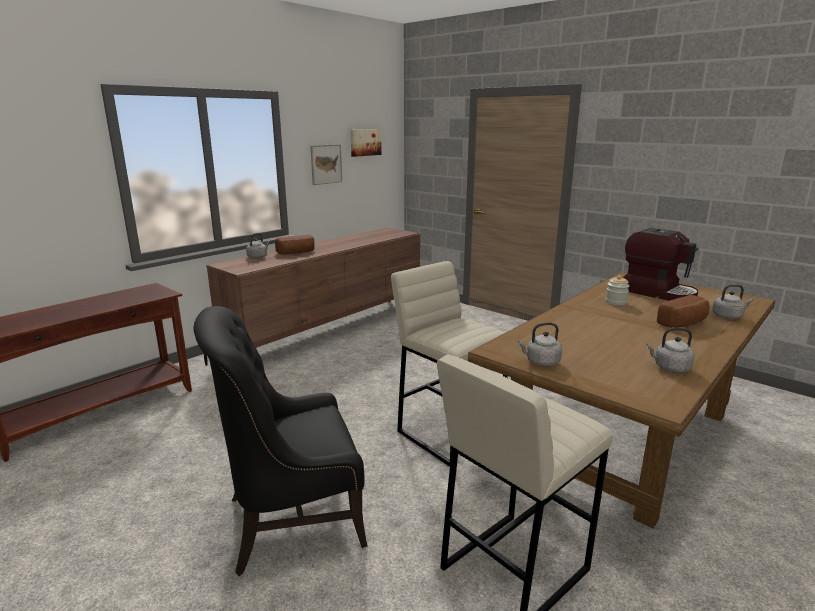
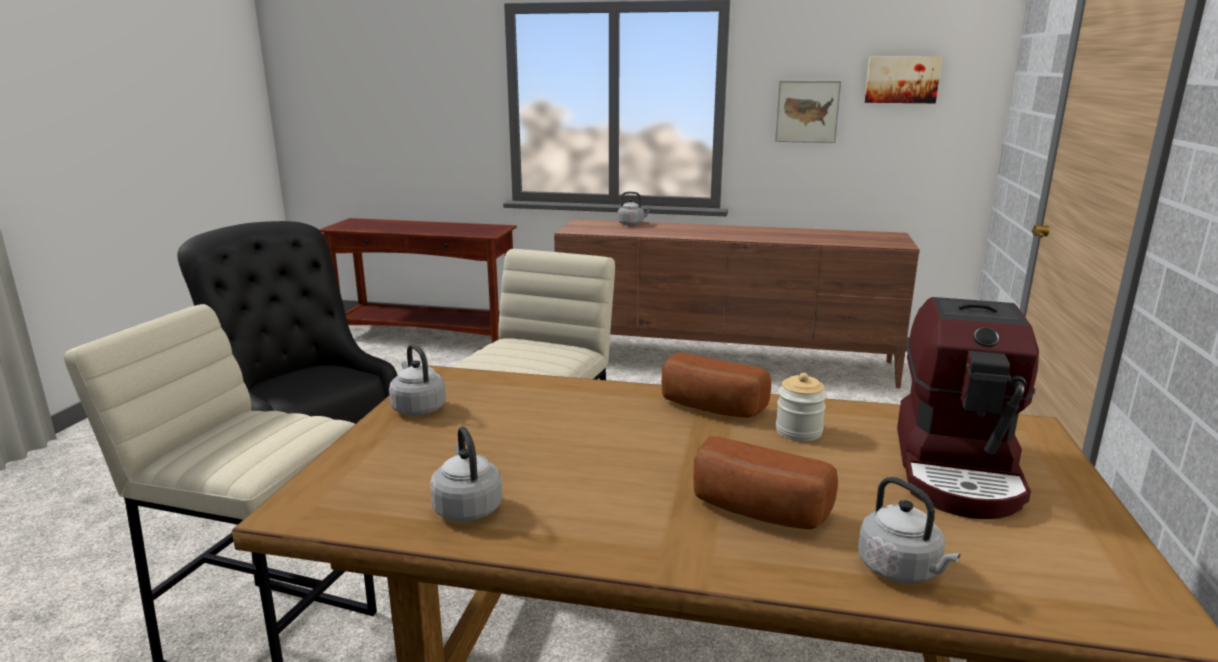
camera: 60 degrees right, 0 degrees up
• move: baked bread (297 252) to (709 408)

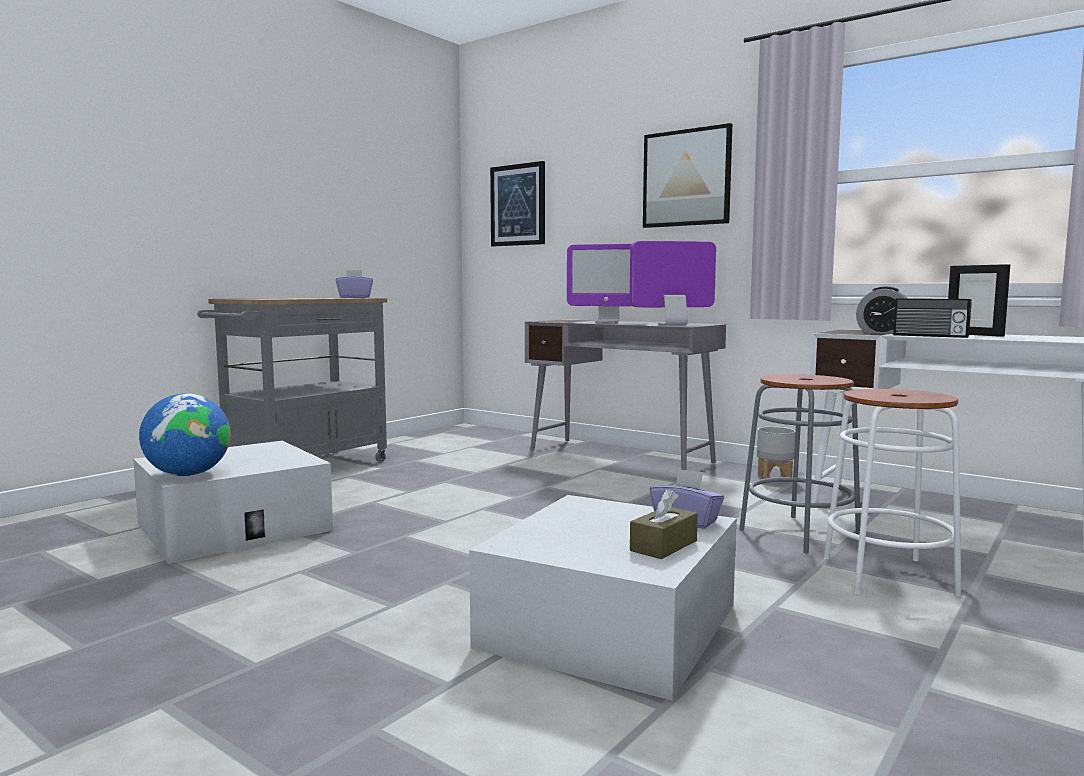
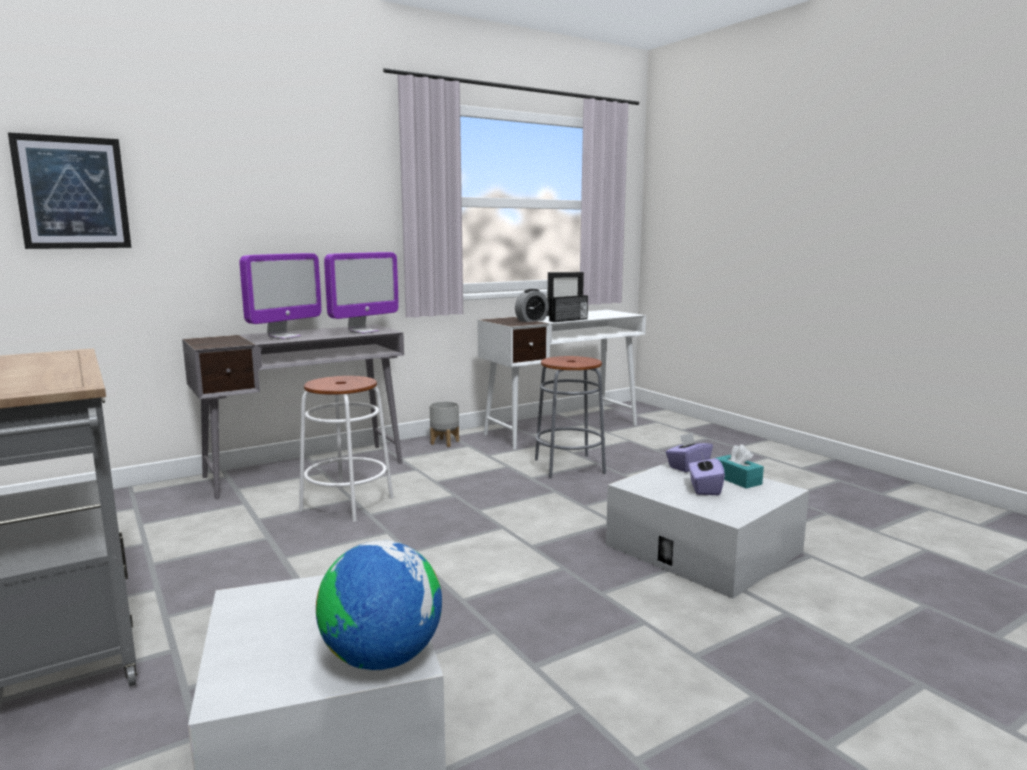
camera: 70 degrees left, 5 degrees up
• delete: wall picture (686 178)
• move: purple-coloured tissue box (355 297) to (704 488)
• move: white stool seat (887 575) to (347 503)
• recolor: brown-coloured tissue box (663 546) to turquoise-coloured tissue box (737 480)
• rotate: computer display (672 324) = (363 331) 150 degrees counterclockwise

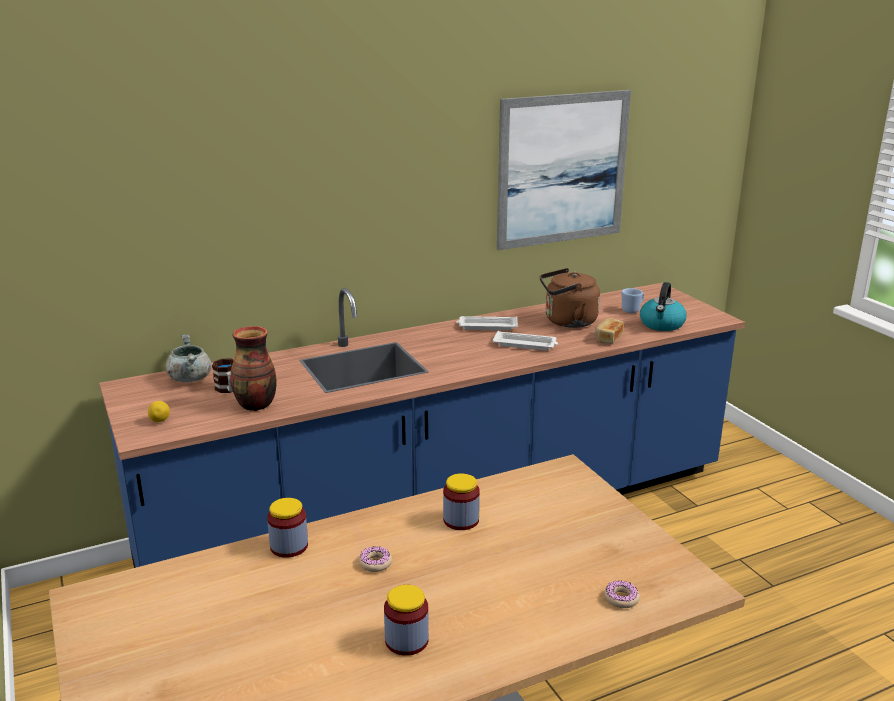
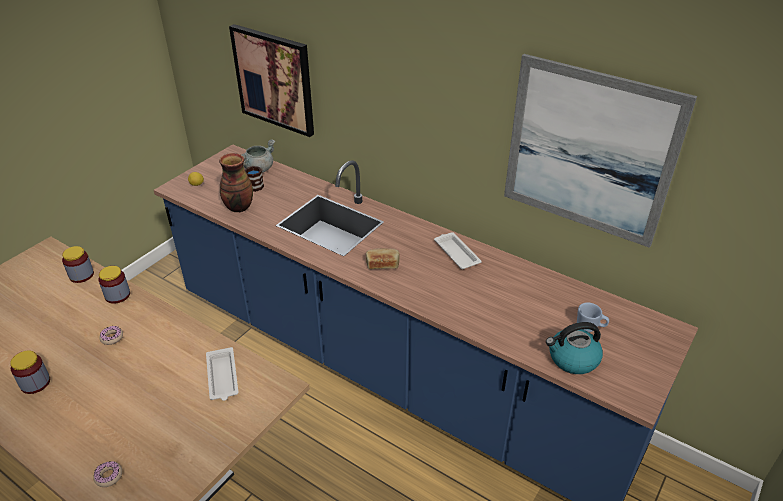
camera: 60 degrees right, 15 degrees up
• delete: brown-coloured kettle (567 321)
• insert: wall picture (274 80)
• move: preserve jar (461 520) to (81 275)
• move: white tray (525 345) to (222 377)
• move: baked bread (607 338) to (382 264)

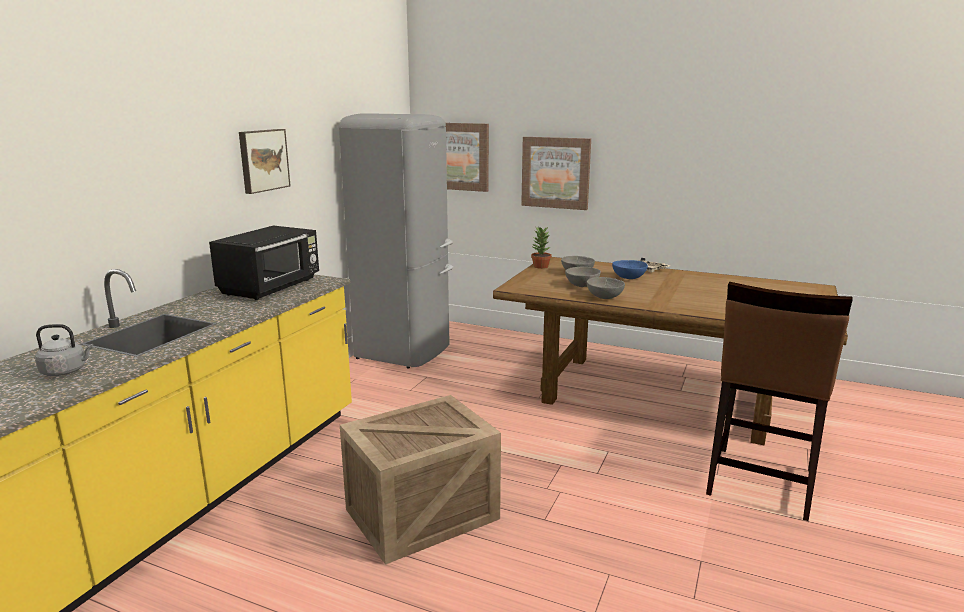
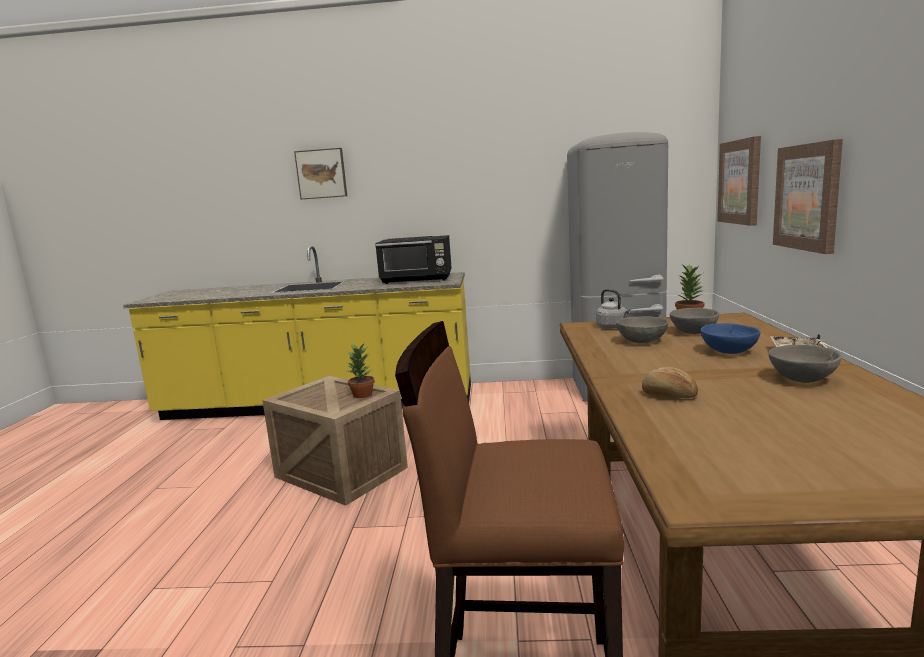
camera: 70 degrees right, 5 degrees down
• insert: houseplant (362 395)
• insert: baked bread (668 395)
• move: greyish kettle (66 371) to (613 327)
• move: wall picture (263 160) to (321 174)
• move: greyish serving bowl (604 297) to (803 379)

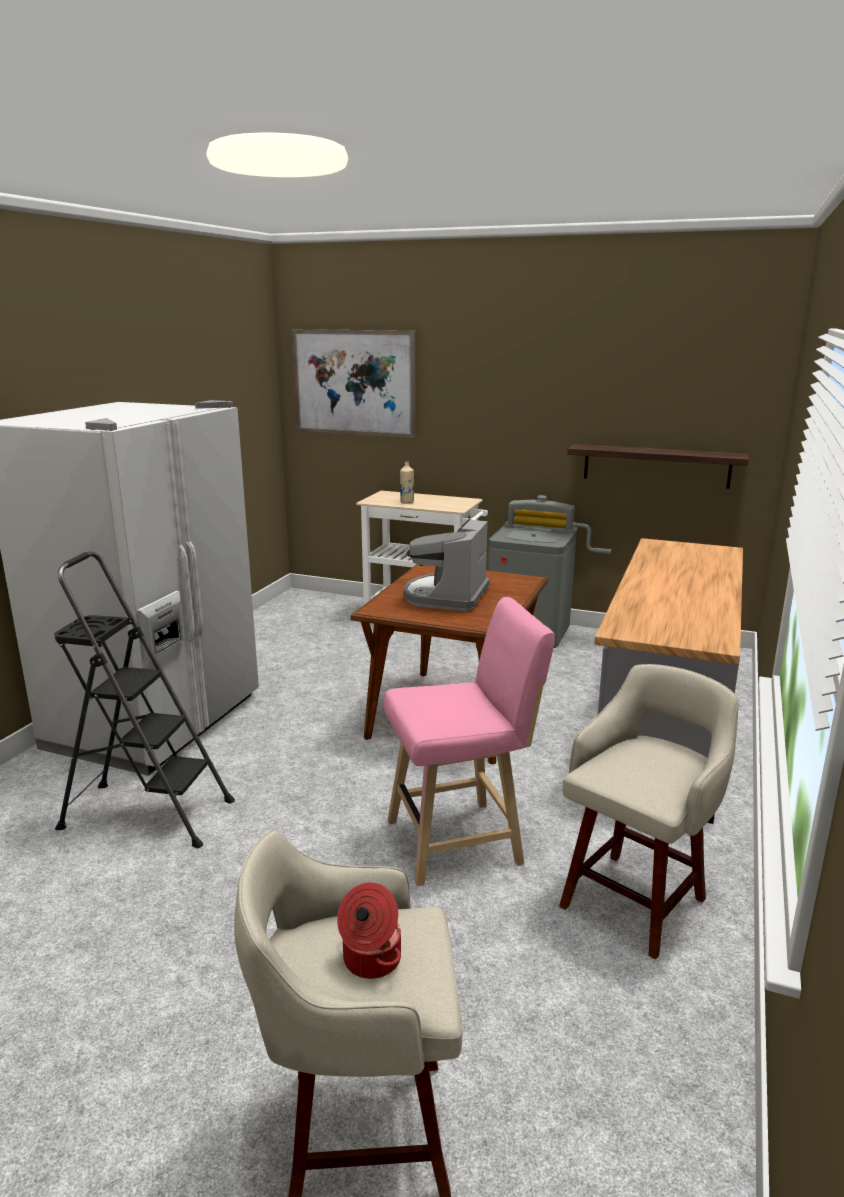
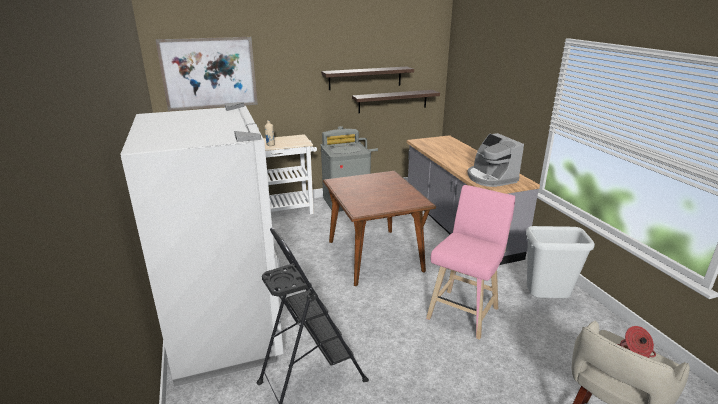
camera: 40 degrees left, 5 degrees up
• insert: bracket shelf (365 78)
• move: coffee machine (446 596) to (490 178)
• replace: sand-coloured stool seat (637 900) to greyish rubbish bin (546 300)

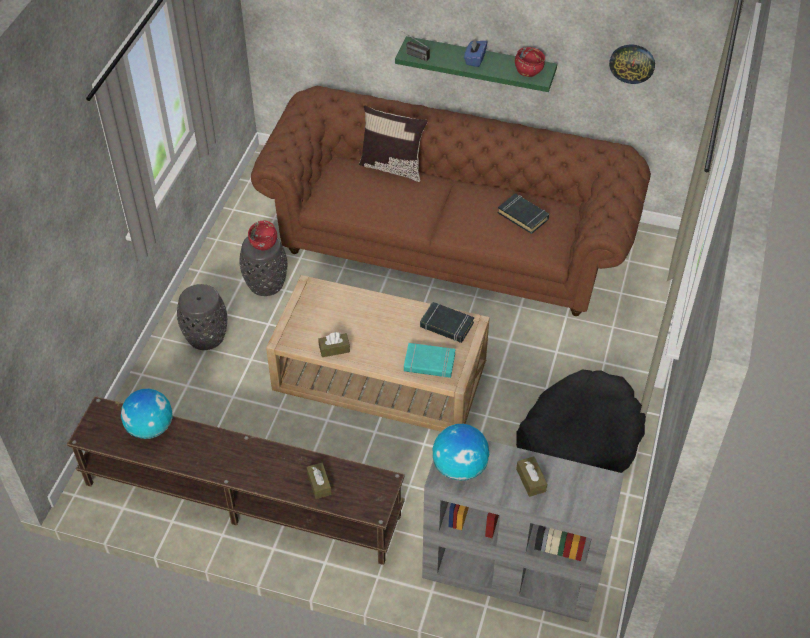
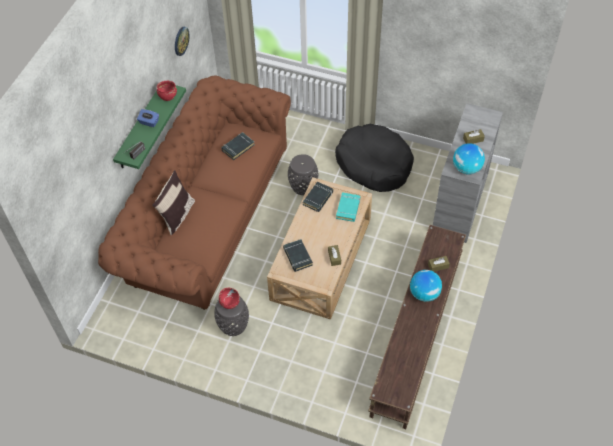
camera: 85 degrees left, 5 degrees up
• insert: black book (297 257)
• move: globe (150 428) to (424 293)
• move: greyish stool seat (206 336) to (303 186)

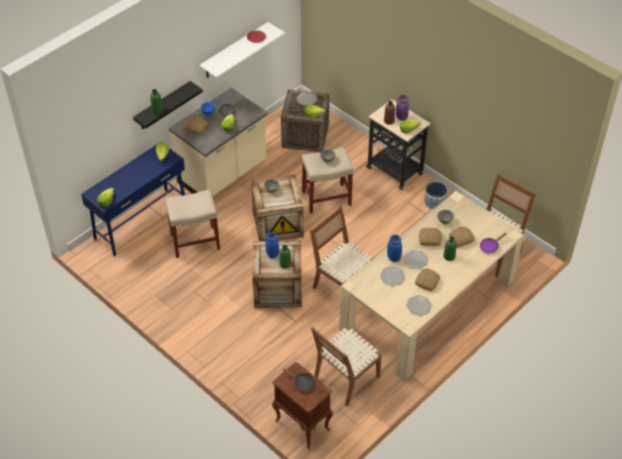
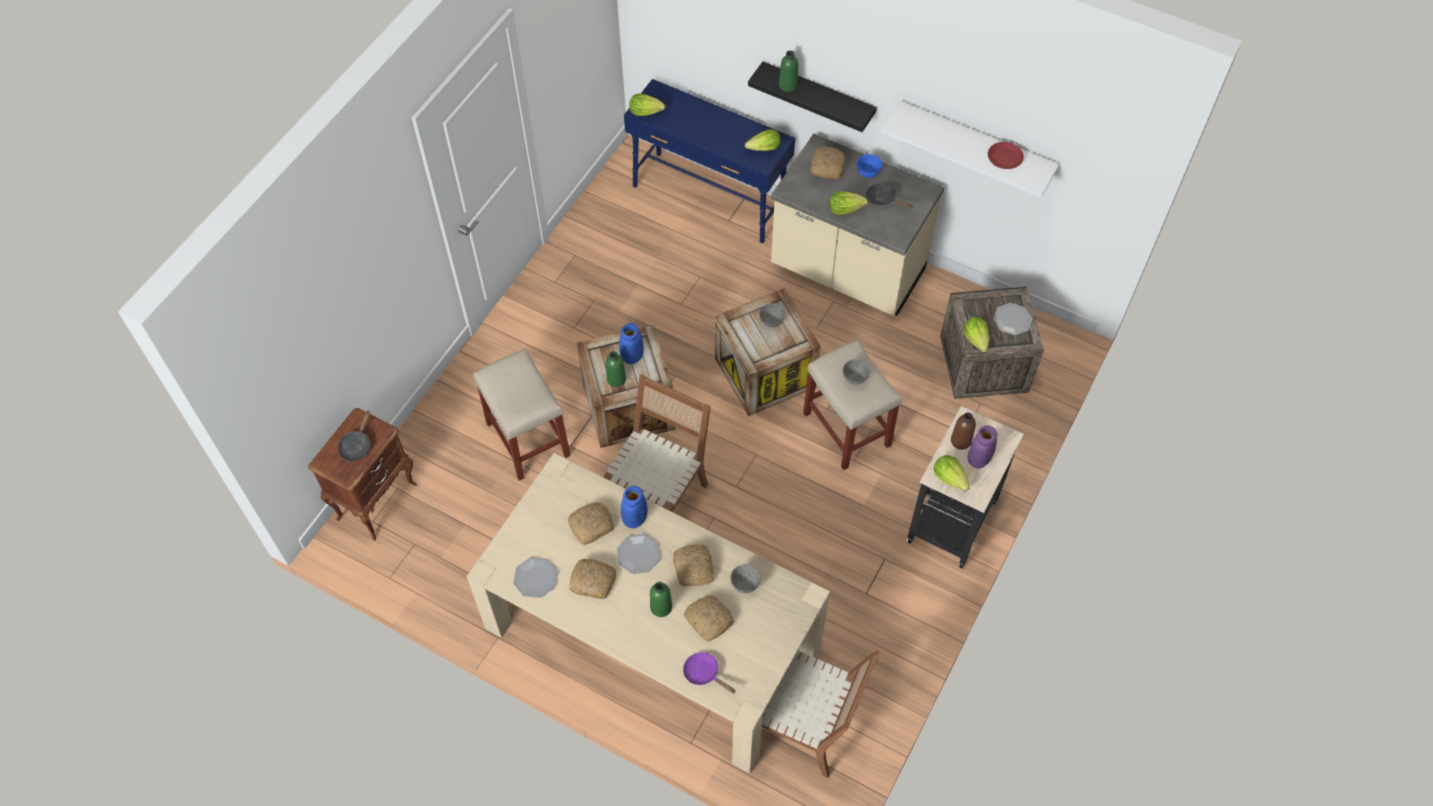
camera: 75 degrees right, 10 degrees up
• delete: plain chair (345 379)
• delete: flower pot (434 203)
• move: sand-coloured stool seat (194 242) to (527 438)
• replace: plate (392 276) to baked bread (591 525)

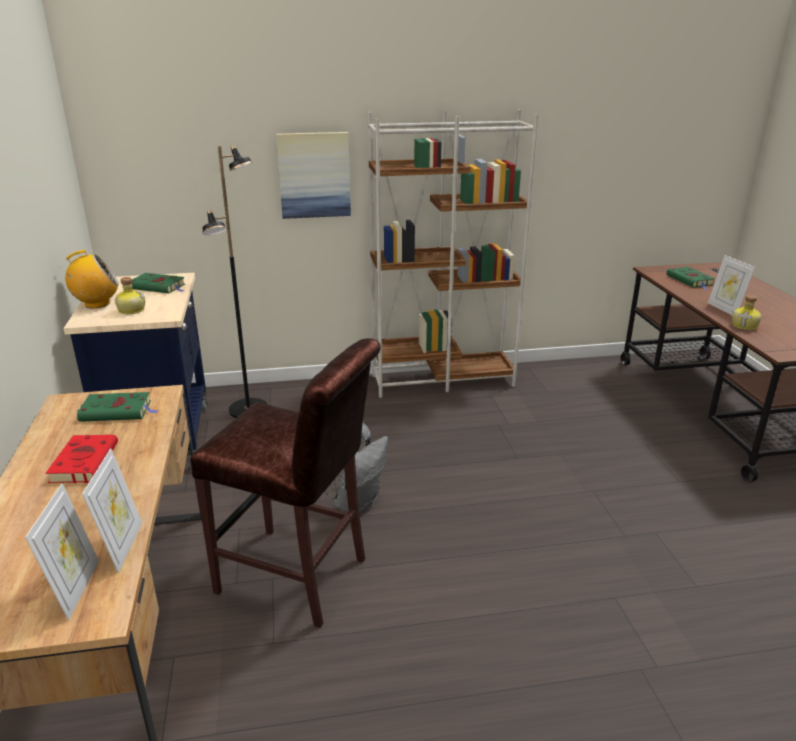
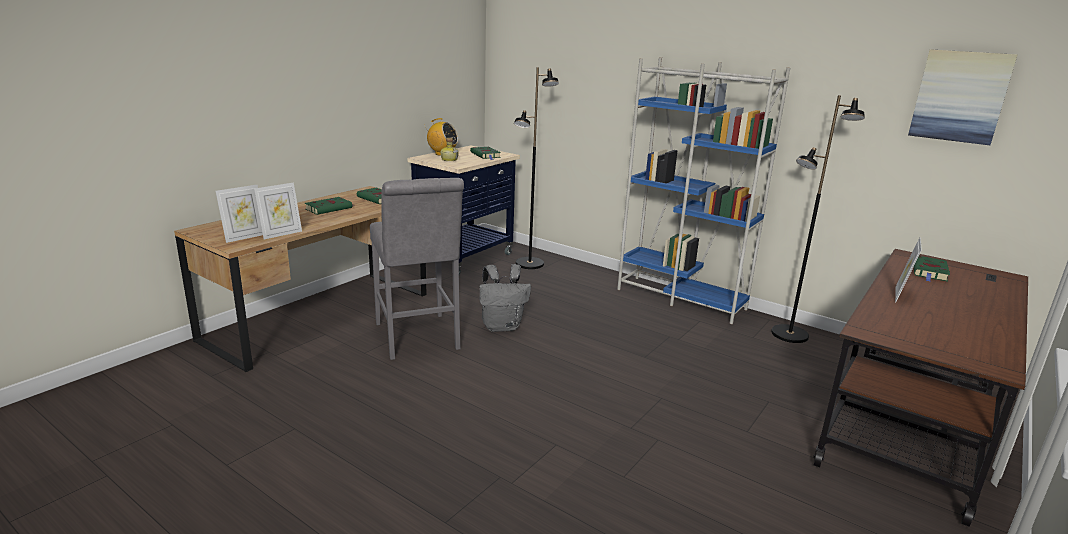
camera: 45 degrees right, 5 degrees down
• delete: drink bottle (745 326)
• insert: black standing lamp (789 335)
• move: wall picture (314 175) to (960 96)
• recolor: red book (85 461) to greenish book (330 208)
• recolor: brown-coloured stool seat (299 578) to greyish stool seat (417 338)
• recolor: brown-coloured bookshelf (443 381) to blue-coloured bookshelf (681 299)

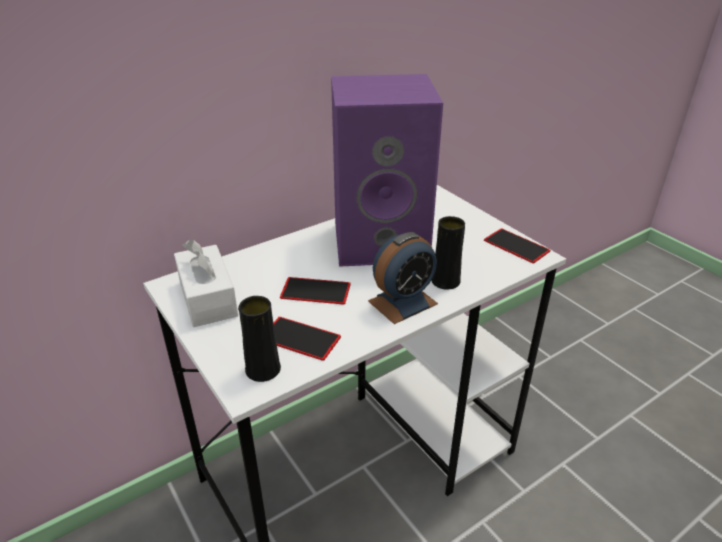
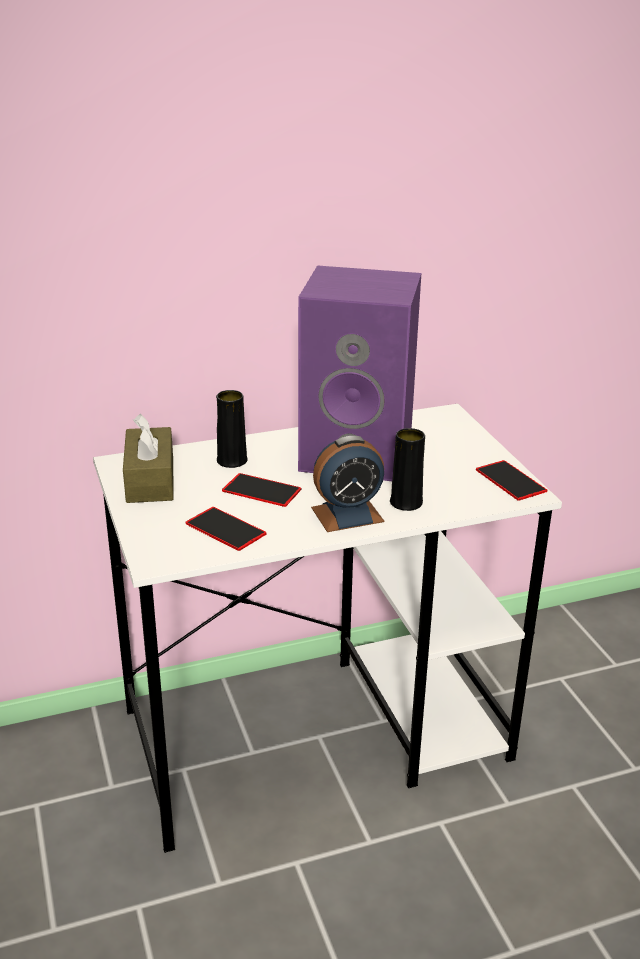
camera: 15 degrees right, 5 degrees down
• move: black vase (263 369) to (232 460)
• recolor: white tissue box (208 298) to brown-coloured tissue box (150 480)

